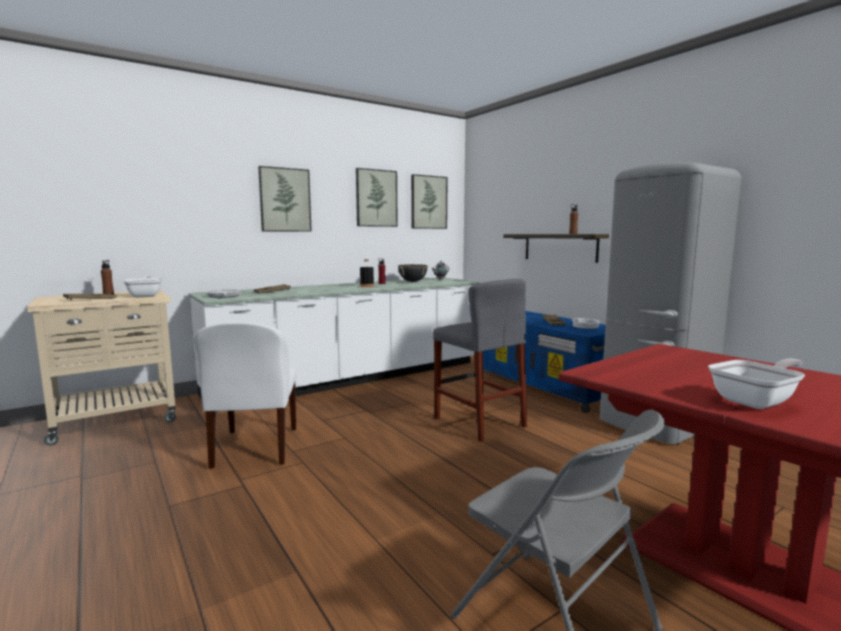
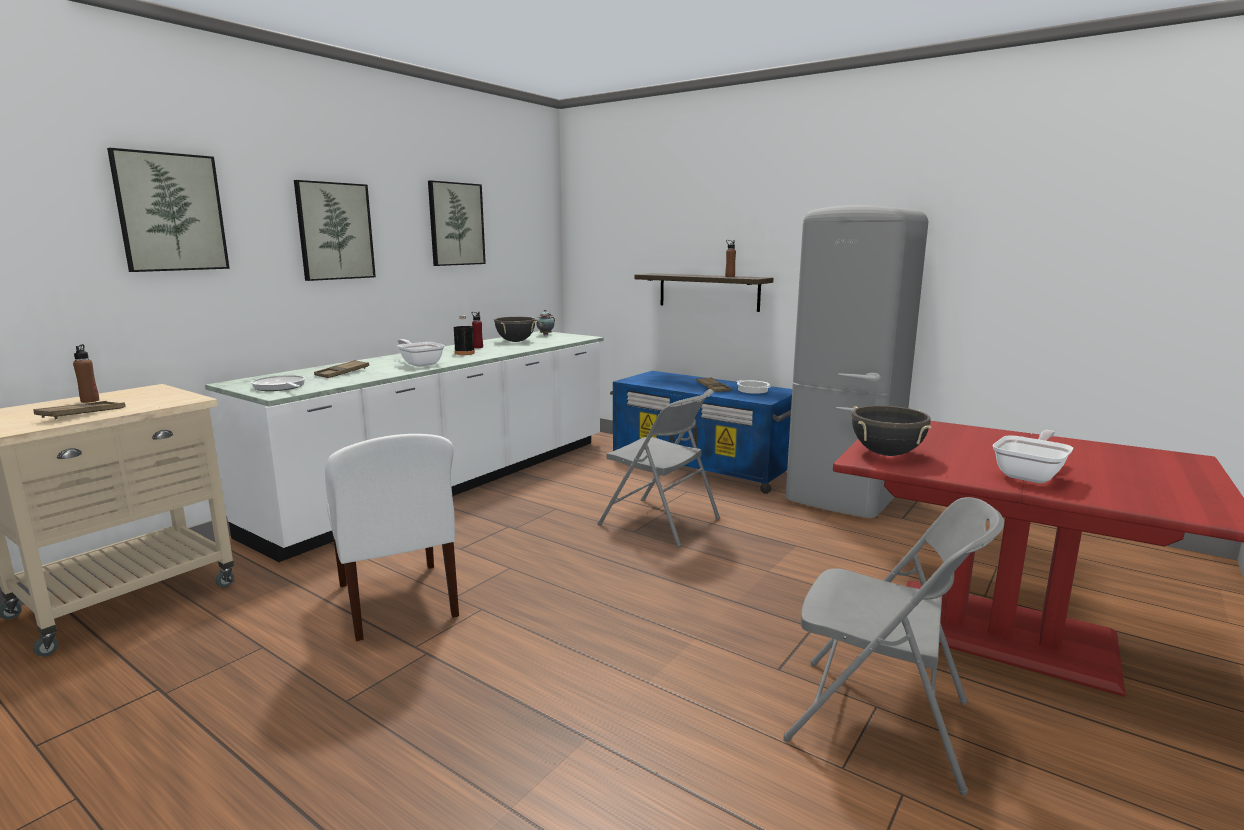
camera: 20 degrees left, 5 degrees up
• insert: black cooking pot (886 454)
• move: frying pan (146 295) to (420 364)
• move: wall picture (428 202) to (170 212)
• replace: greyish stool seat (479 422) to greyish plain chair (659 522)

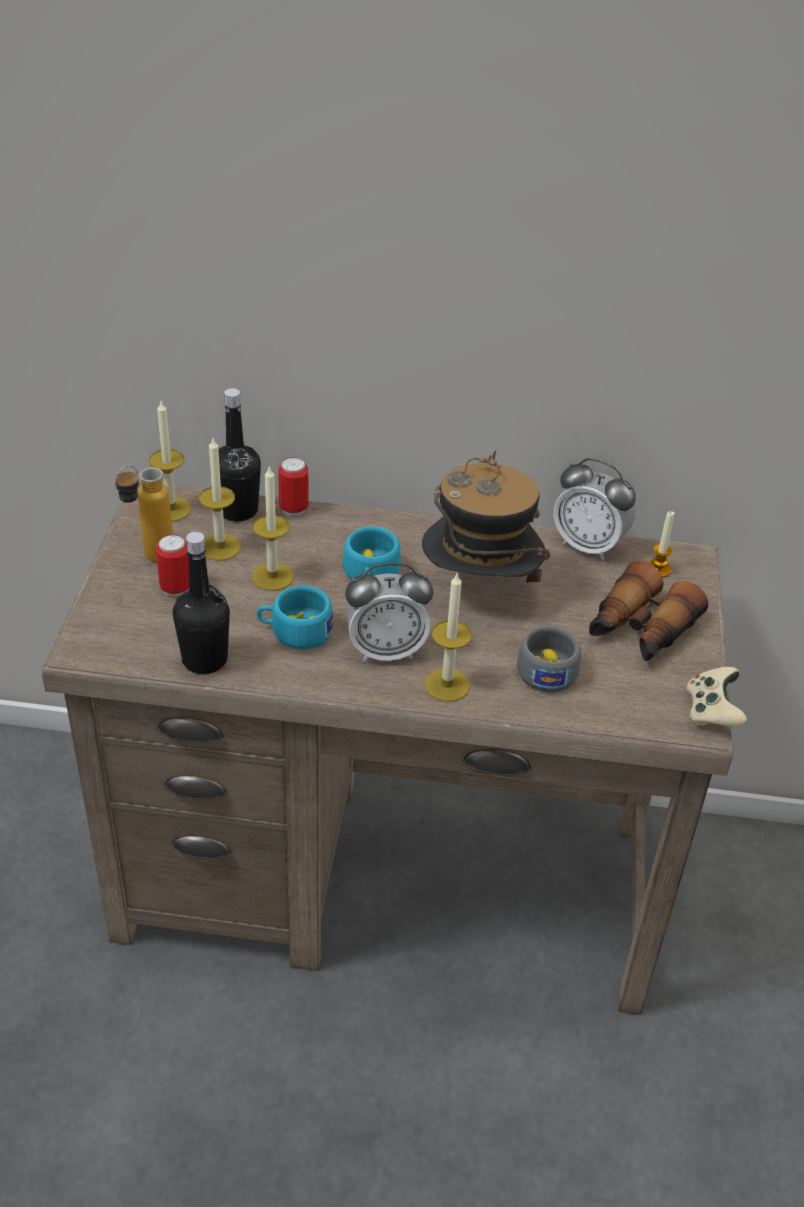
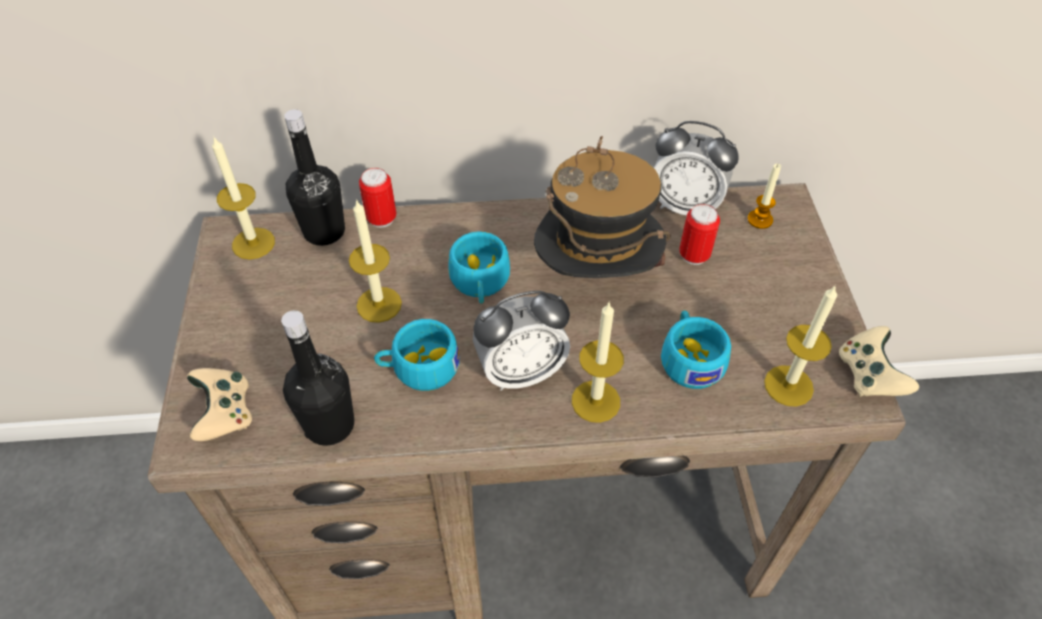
camera: 10 degrees left, 10 degrees up
• delete: drink bottle (149 559)
• delete: binoculars (640 630)
• insert: sand-coloured game controller (225 414)
• move: metal can (176 588) to (694 255)
• move: wax light (220 547) to (788 385)
• recolor: greyish drinking cup (546 668) to turquoise-coloured drinking cup (690 358)

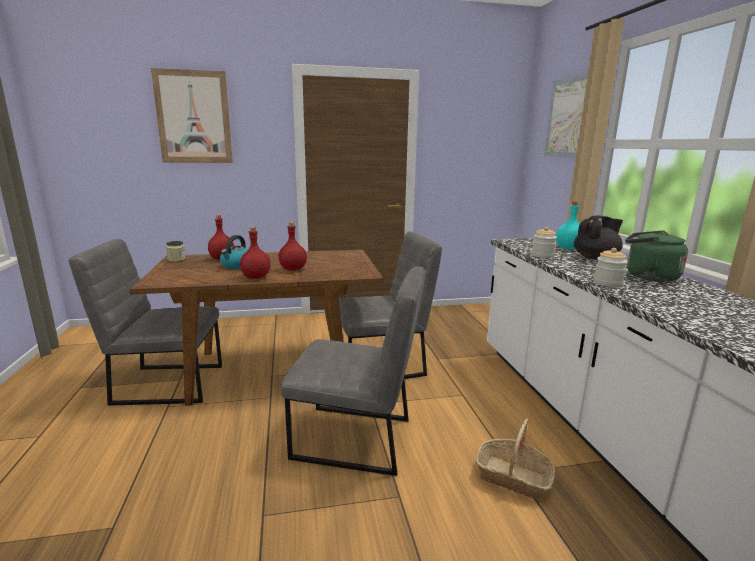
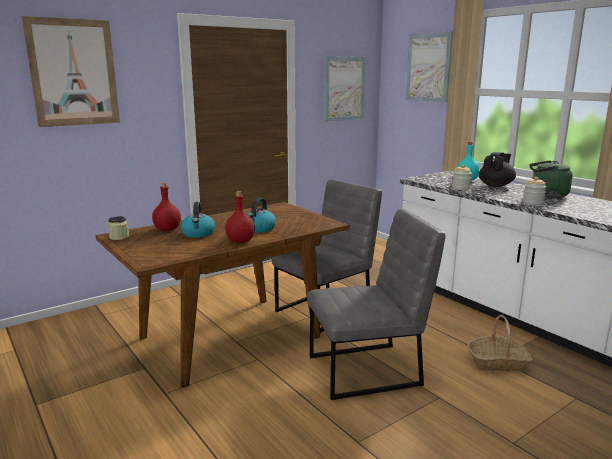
camera: 25 degrees left, 0 degrees up
• delete: greyish plain chair (166 384)
• insert: wall picture (344 88)
• replace: red drink bottle (293 269) to kettle (259 229)

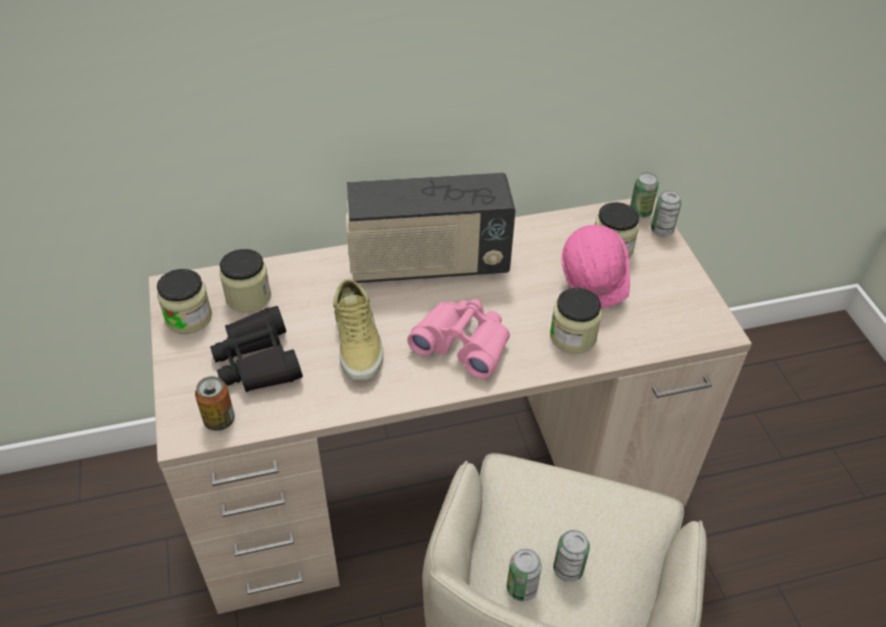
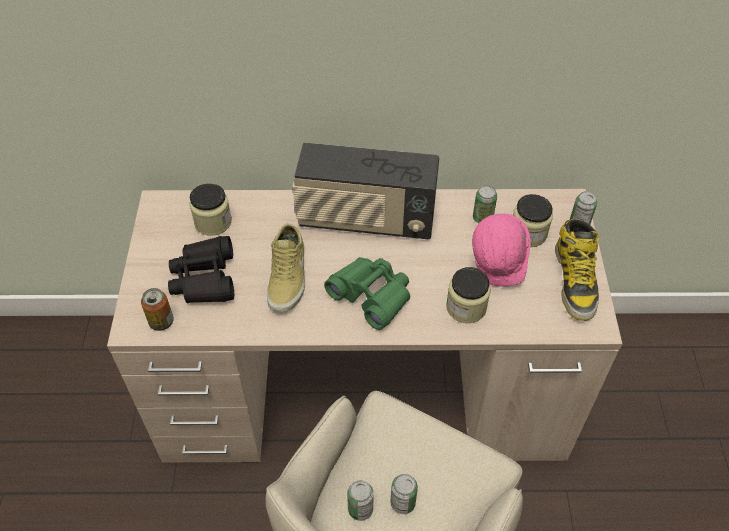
camera: 15 degrees right, 5 degrees up
• delete: preserve jar (189 317)
• insert: tall boot (575 281)
• move: metal can (640 212) to (482 218)
• recolor: pink binoculars (463 344) to greenish binoculars (371 296)

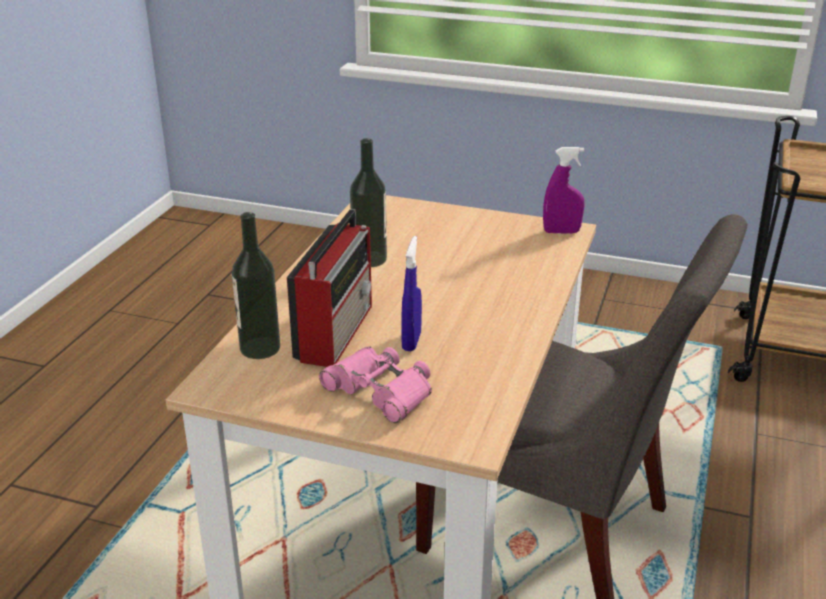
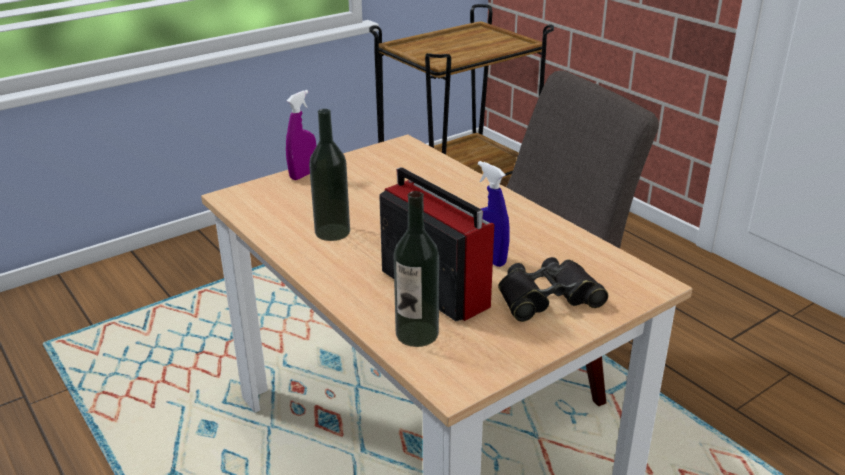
camera: 55 degrees left, 0 degrees up
• move: purple-coloured spray bottle (561 232) to (303 175)
• recolor: pink binoculars (380 391) to black binoculars (548 297)

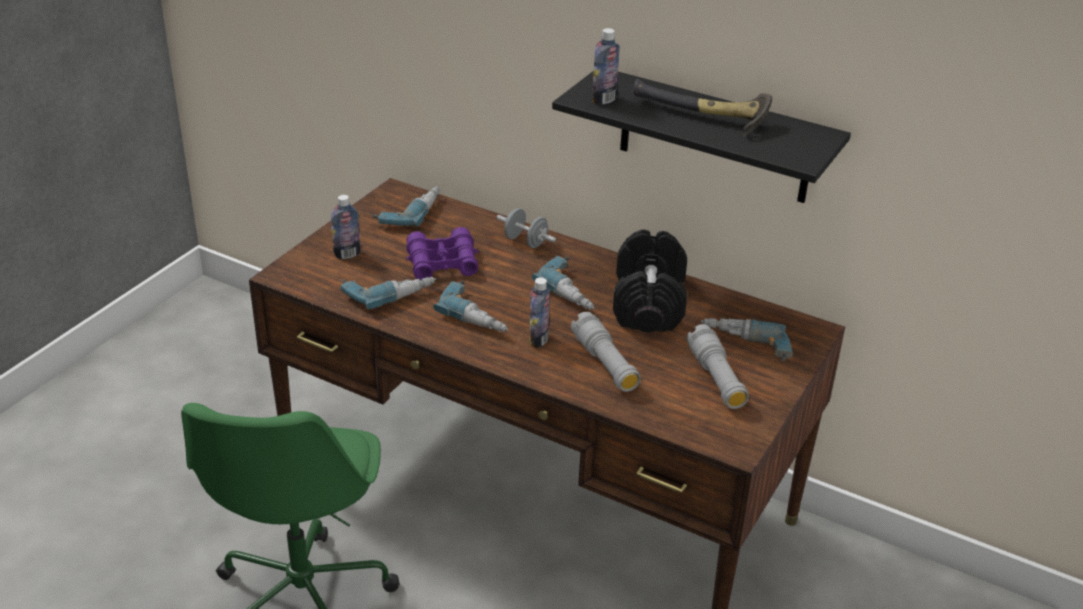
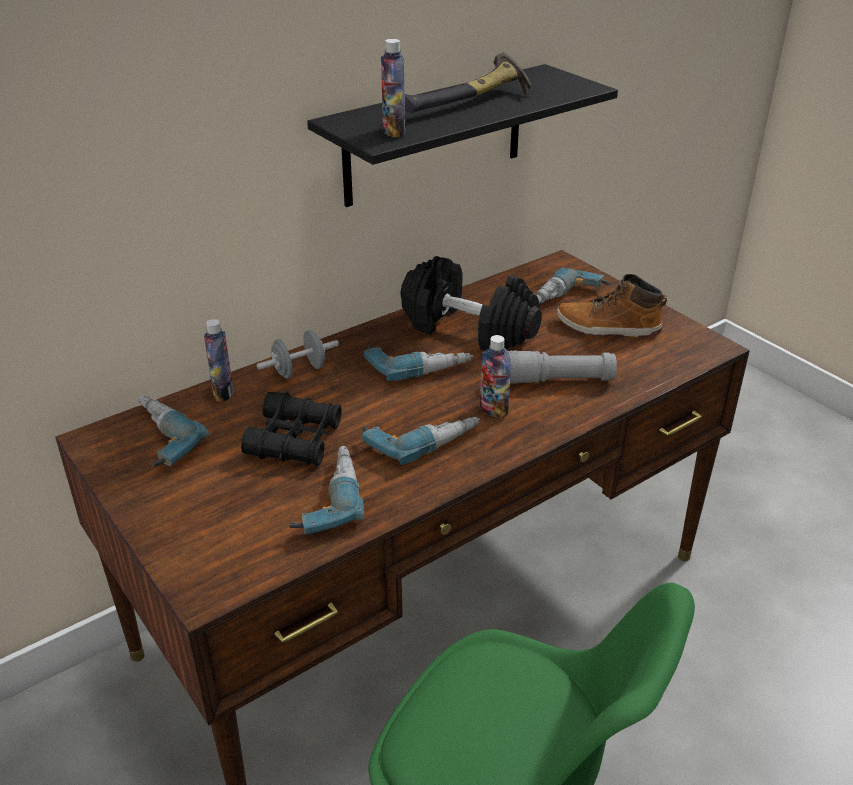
camera: 65 degrees left, 0 degrees up
• move: drink bottle (347 254) to (223 393)
• replace: greyish torch (716 378) to tall boot (608 327)
• recolor: purple-coloured binoculars (442 263) to black binoculars (295 440)

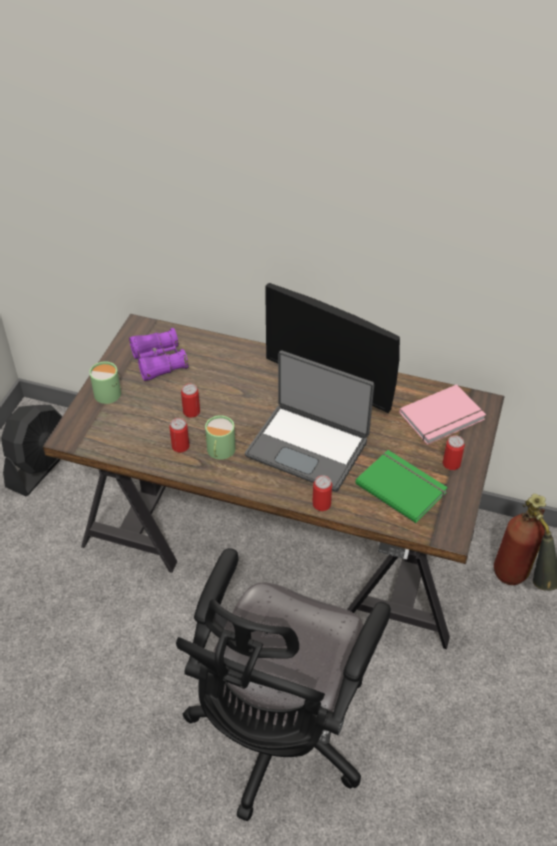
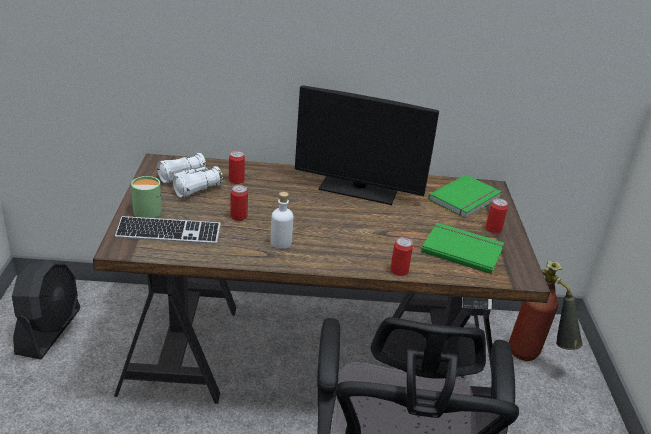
camera: 20 degrees left, 15 degrees down
• delete: notebook computer (308 447)
• insert: computer keyboard (168 233)
• move: metal can (180 446) to (236 180)
• replace: greenish mug (219 451) to white drink bottle (281 242)
• recolor: purple-coloured binoculars (159 362) to white binoculars (189 184)
• recolor: pink book (443 417) to greenish book (466 199)

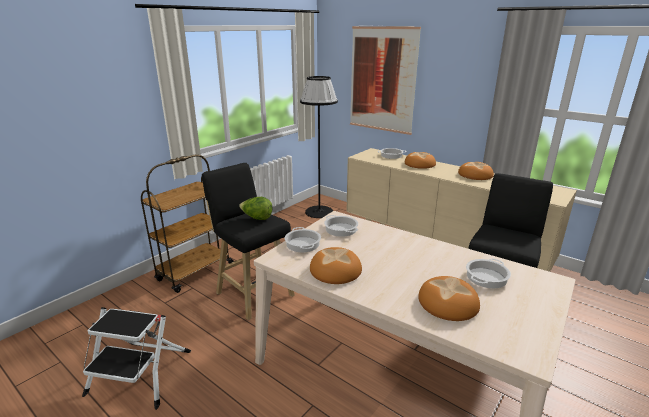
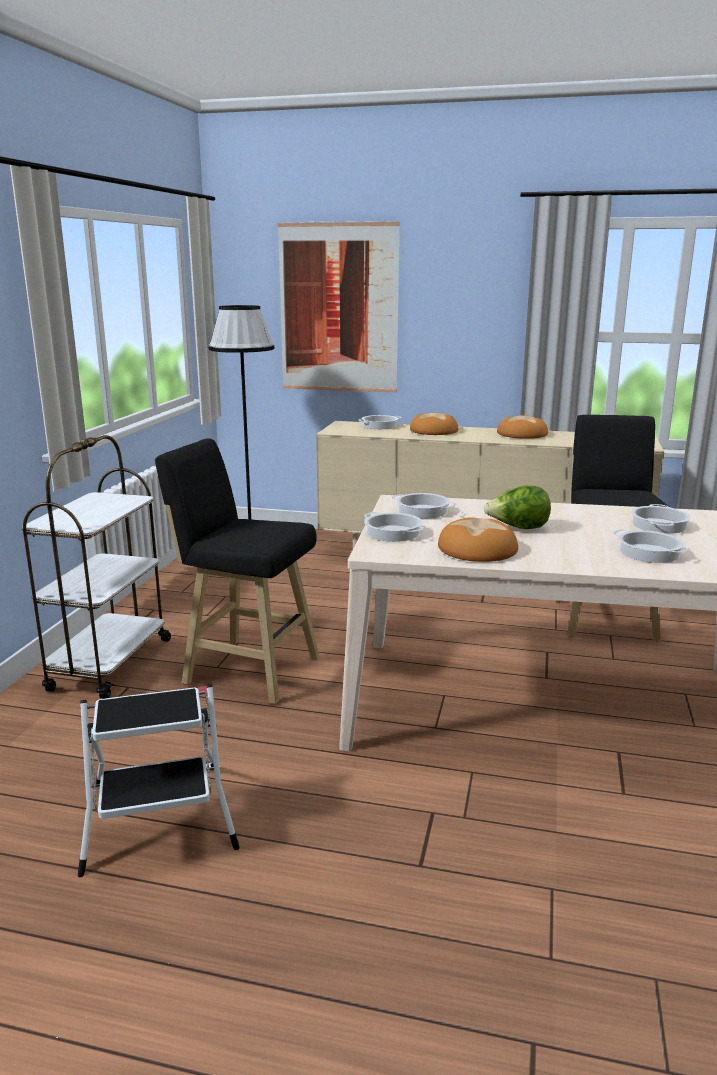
camera: 25 degrees left, 5 degrees down
• move: lettuce head (257 218) to (518 528)
• replace: baked bread (448 303) to cooking pot (649 553)
• recolor: brown-coloured trolley (194 272) to white trolley (109 666)

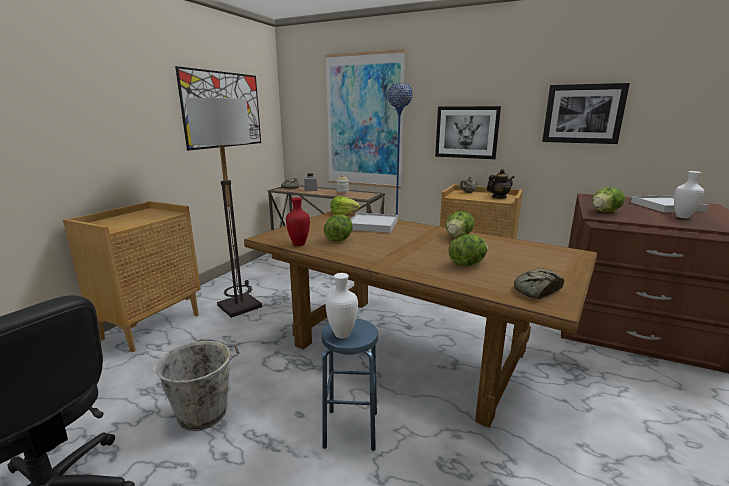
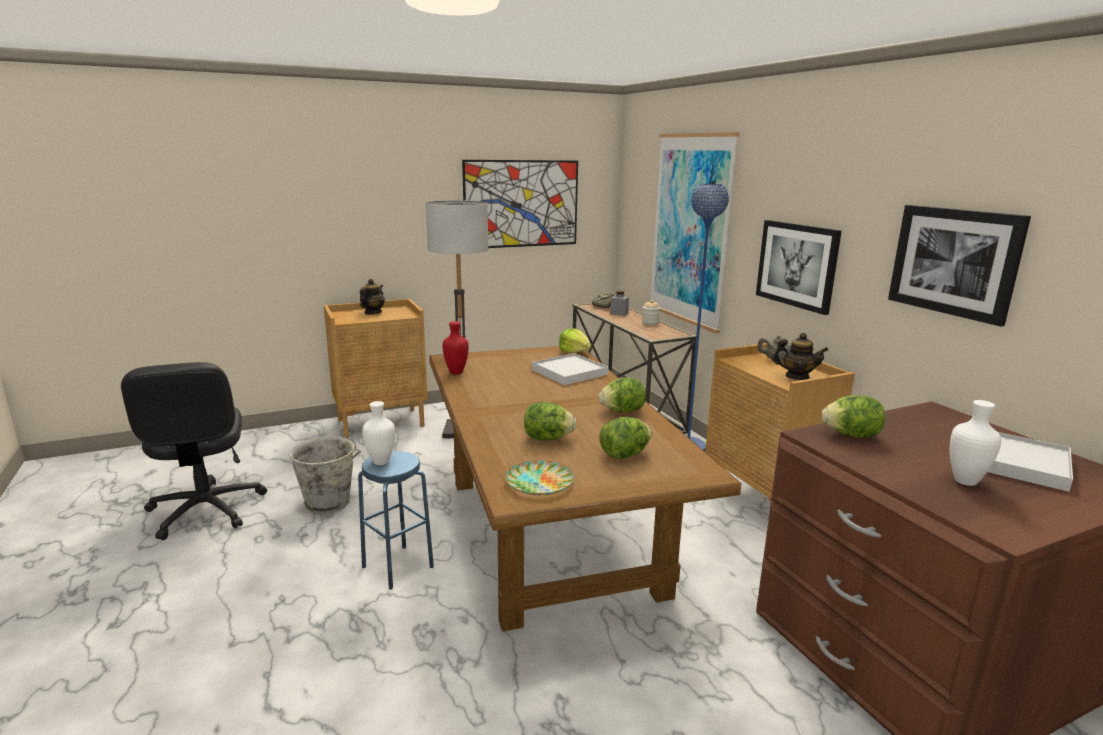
camera: 40 degrees right, 0 degrees up
• insert: pot for tea (372 313)
• move: lettuce head (339 239) to (624 455)
• replace: baked bread (536 290) to plate (539 482)

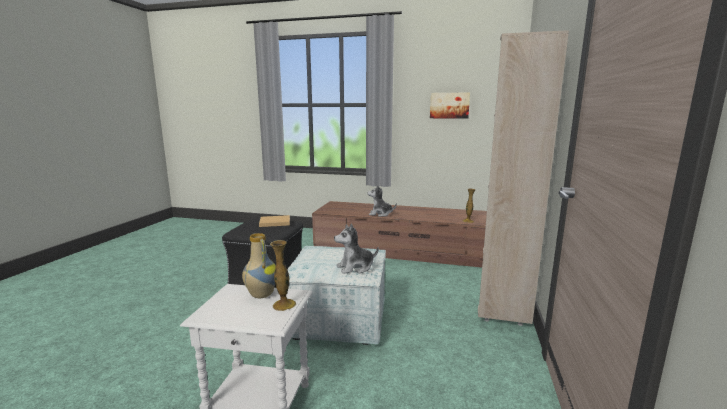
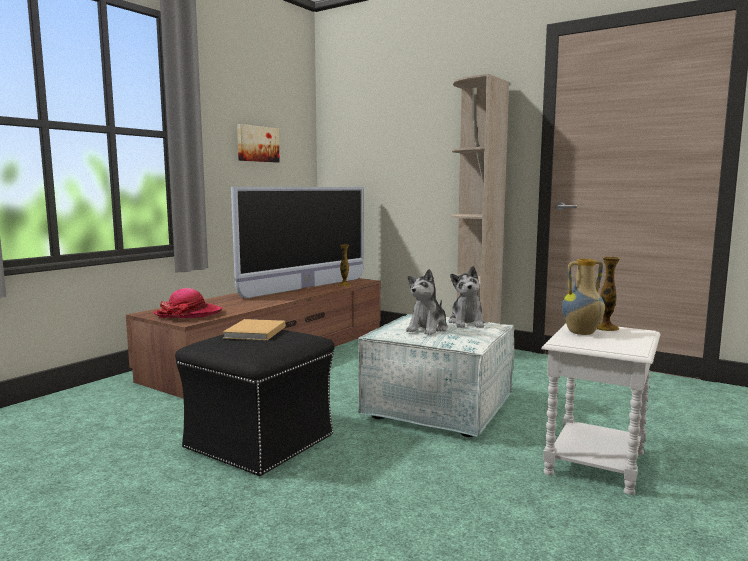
camera: 70 degrees left, 5 degrees down
• insert: wearable hat (188 314)
• insert: television (306 288)
• move: soft toy (380 214) to (428 329)

